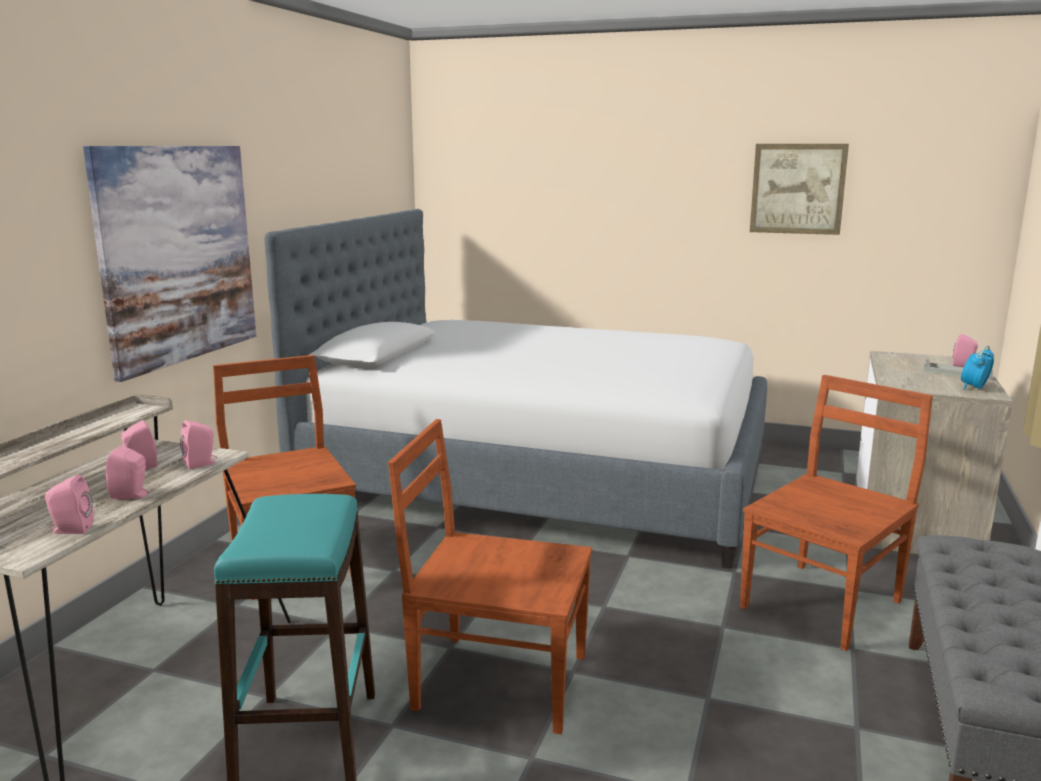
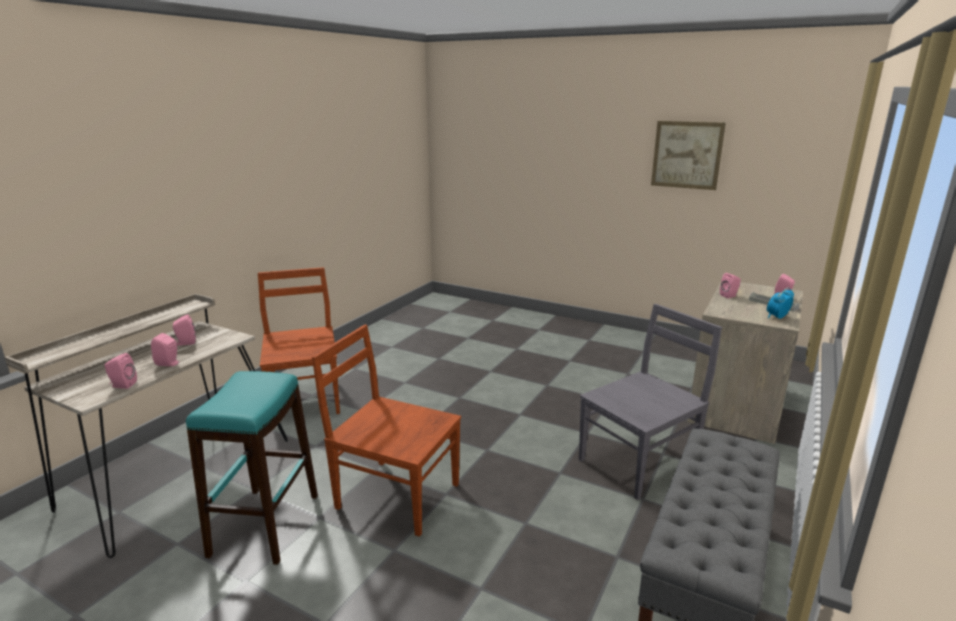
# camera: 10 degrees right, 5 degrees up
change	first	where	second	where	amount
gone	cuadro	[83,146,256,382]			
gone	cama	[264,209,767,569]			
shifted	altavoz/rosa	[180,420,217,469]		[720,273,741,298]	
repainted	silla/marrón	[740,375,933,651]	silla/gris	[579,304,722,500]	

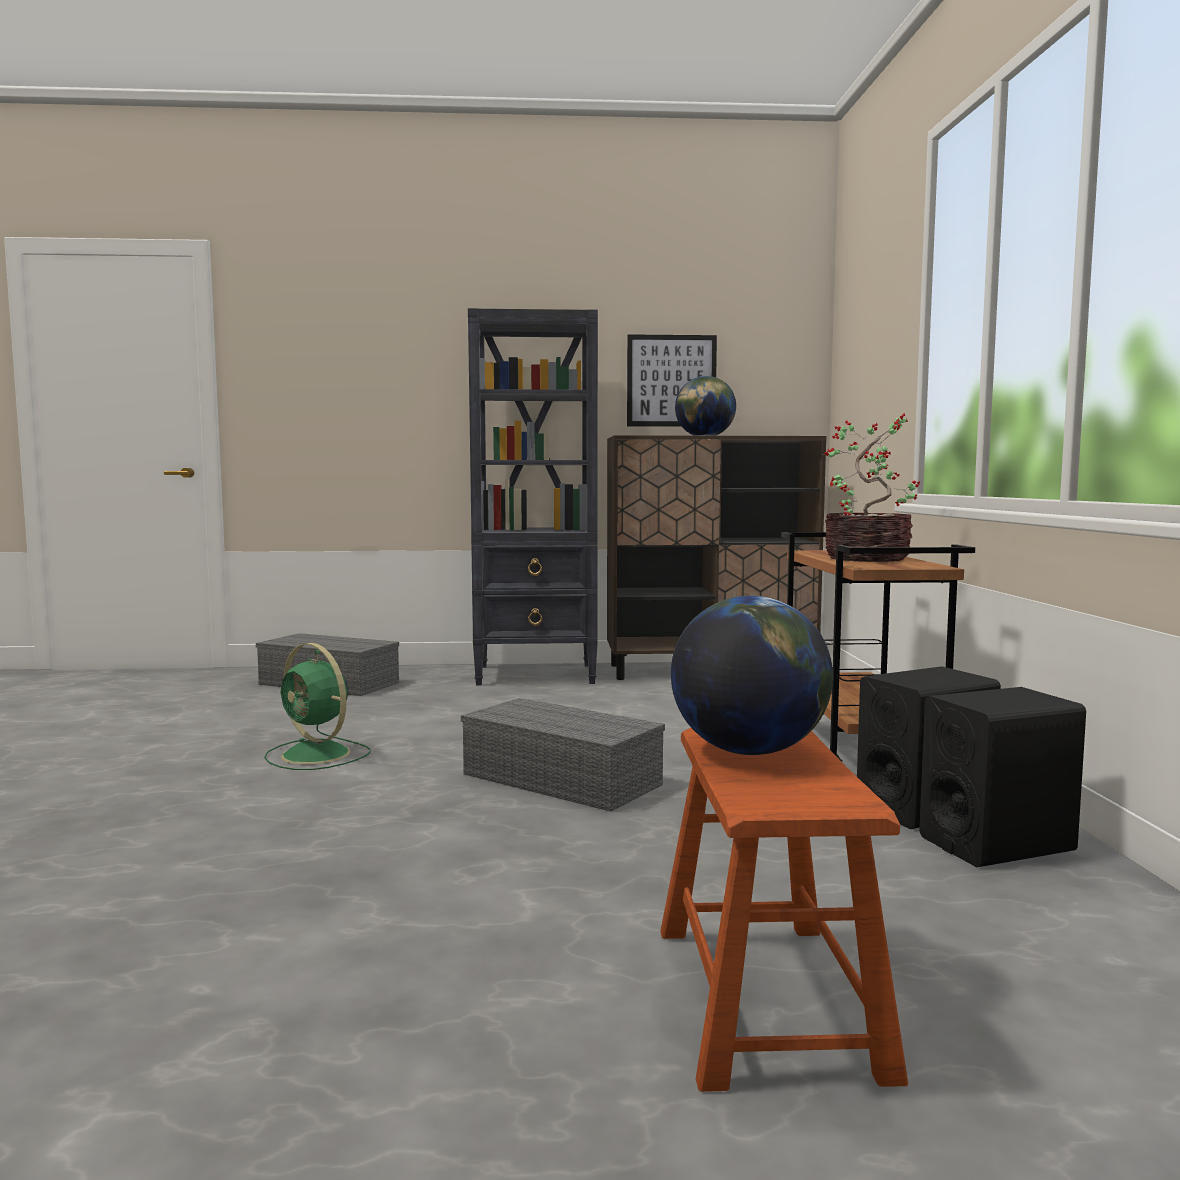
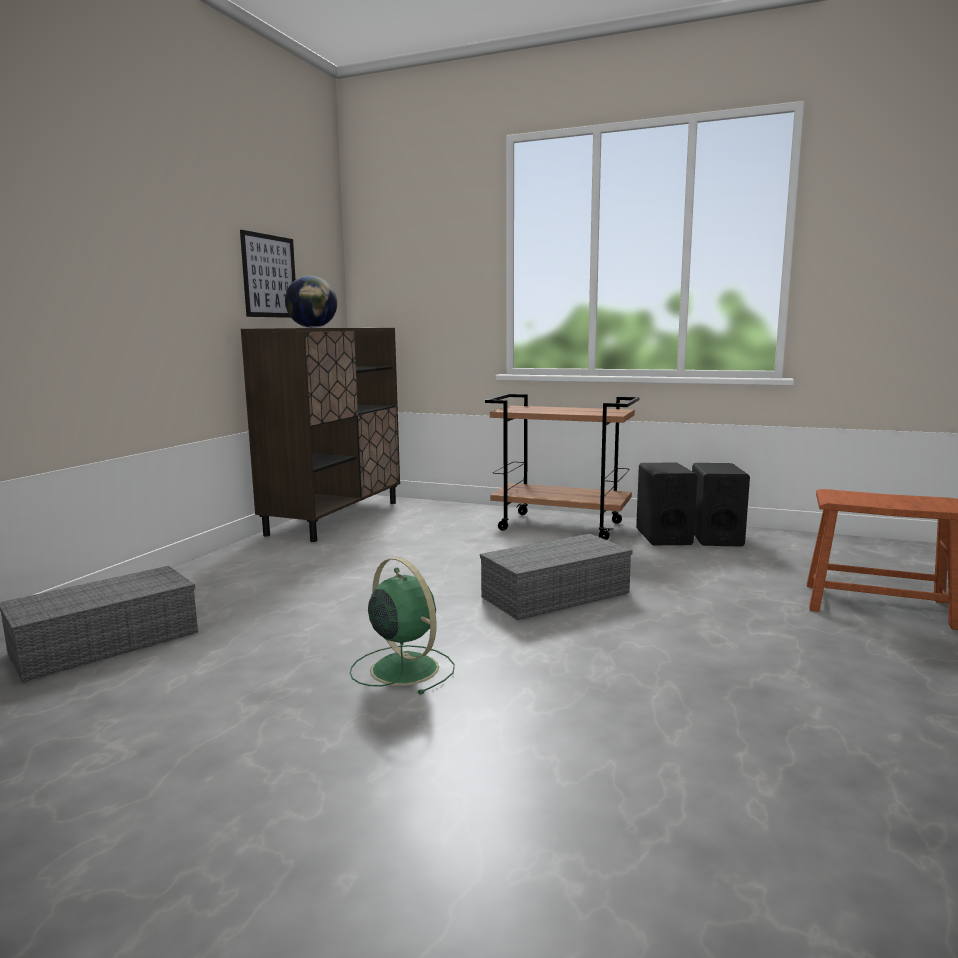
# camera: 65 degrees left, 5 degrees up
change	first	where	second	where	amount
gone	estantería/negro	[468,308,598,686]			
gone	globo terráqueo	[671,596,833,755]			
gone	planta en maceta	[825,413,920,562]			
rotated	ventilador/verde	[264,643,371,770]		[350,557,455,695]	105 degrees counterclockwise

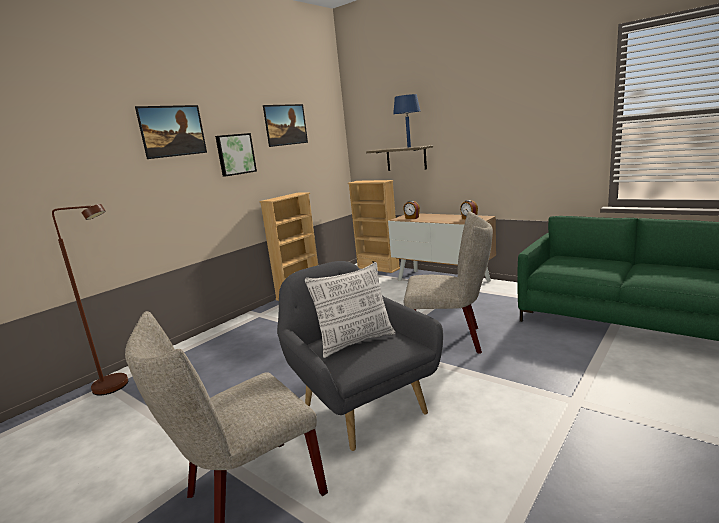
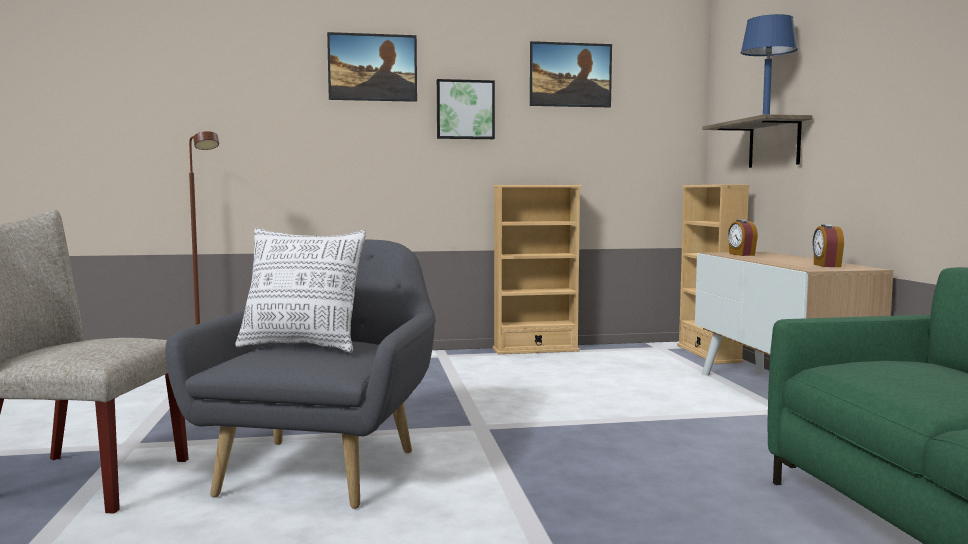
# camera: 40 degrees right, 10 degrees down
change	first	where	second	where	amount
gone	silla/beis	[404,211,493,354]			

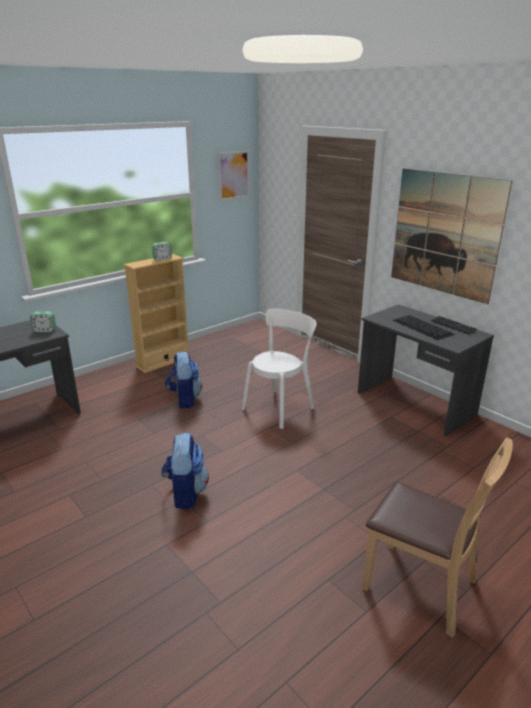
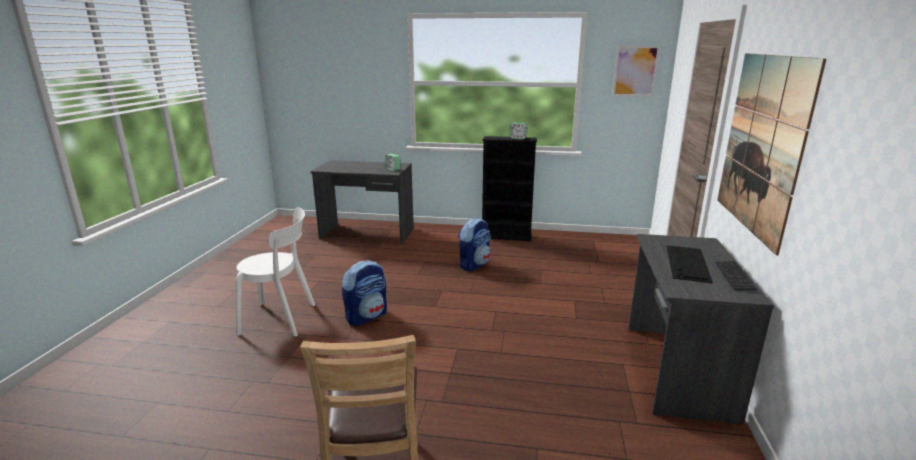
# camera: 50 degrees right, 5 degrees down
change	first	where	second	where	amount
shifted	silla/blanco	[242,309,317,429]		[236,207,315,336]	
repainted	estantería/beis	[124,254,189,373]	estantería/negro	[482,136,537,241]	

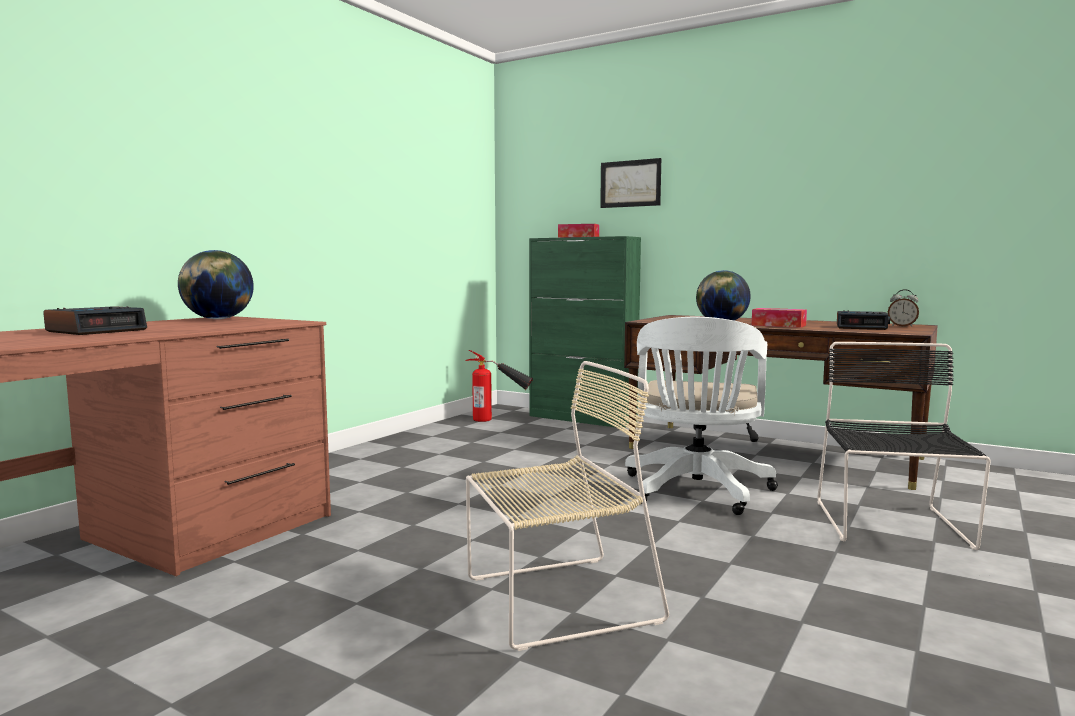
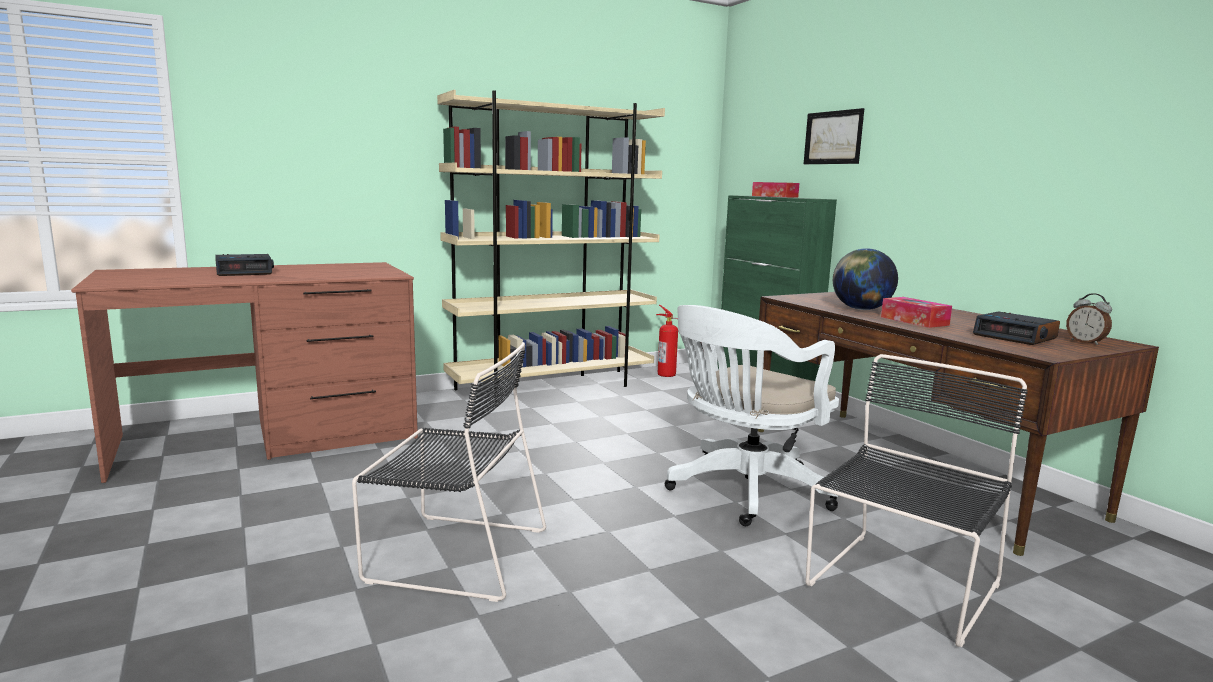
# camera: 30 degrees right, 5 degrees up
change	first	where	second	where	amount
gone	globo terráqueo	[178,250,254,319]			
new			estantería/beis	[437,90,665,403]	
repainted	silla/beis	[466,361,669,651]	silla/negro	[352,342,546,602]	

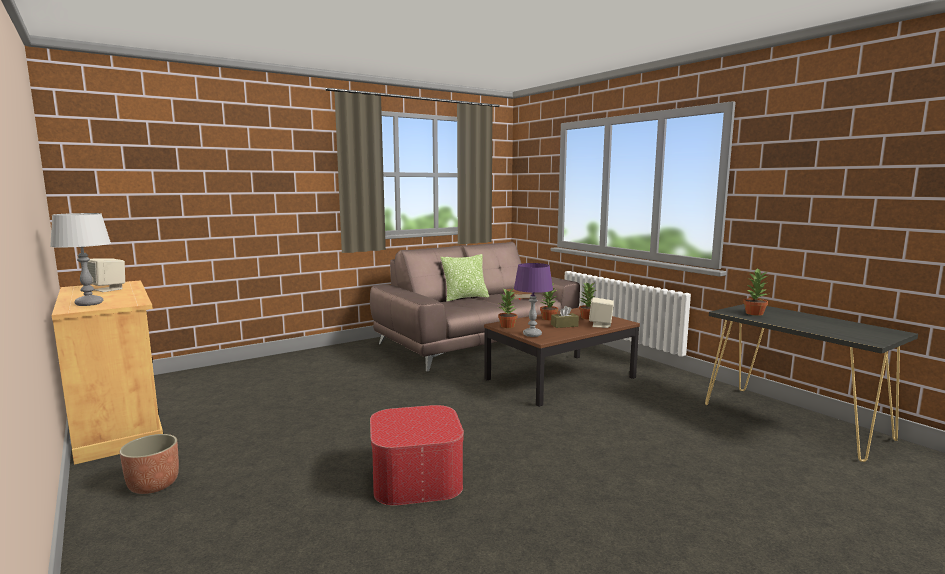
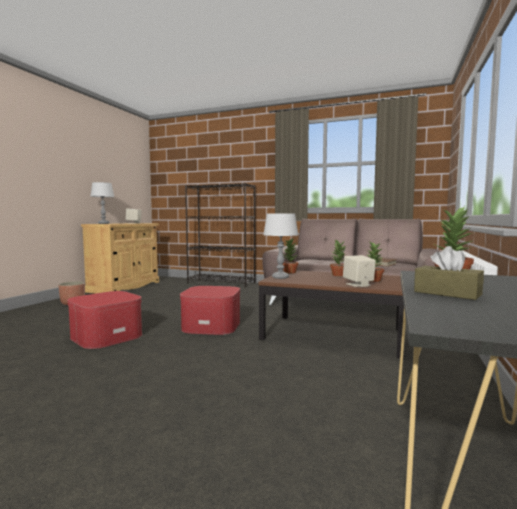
# camera: 55 degrees right, 5 degrees down
change	first	where	second	where	amount
gone	cojín	[440,254,489,302]			
new			puf	[180,286,240,335]	
new			estantería/negro	[185,183,255,288]	
shifted	caja de pañuelos/marrón	[551,306,579,328]		[414,246,484,300]	
repainted	lámpara de mesa/morado	[514,263,553,337]	lámpara de mesa/gris	[263,213,298,279]	

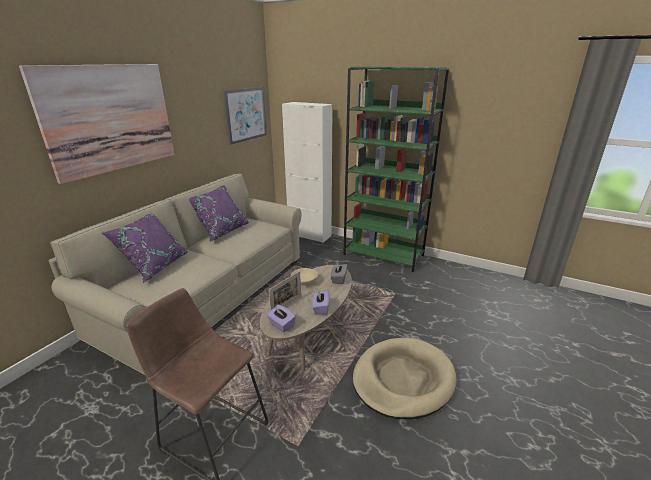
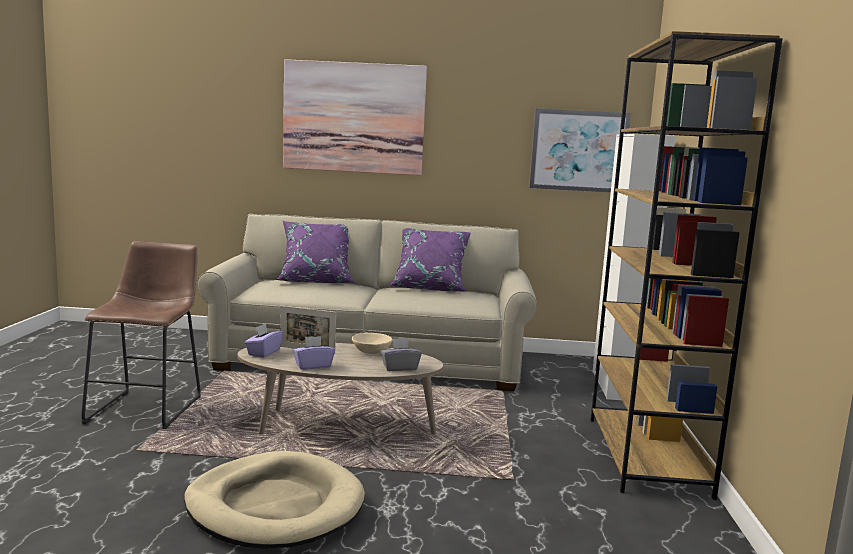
# camera: 65 degrees right, 15 degrees down
change	first	where	second	where	amount
repainted	estantería/verde	[343,66,449,272]	estantería/marrón	[591,31,783,500]	

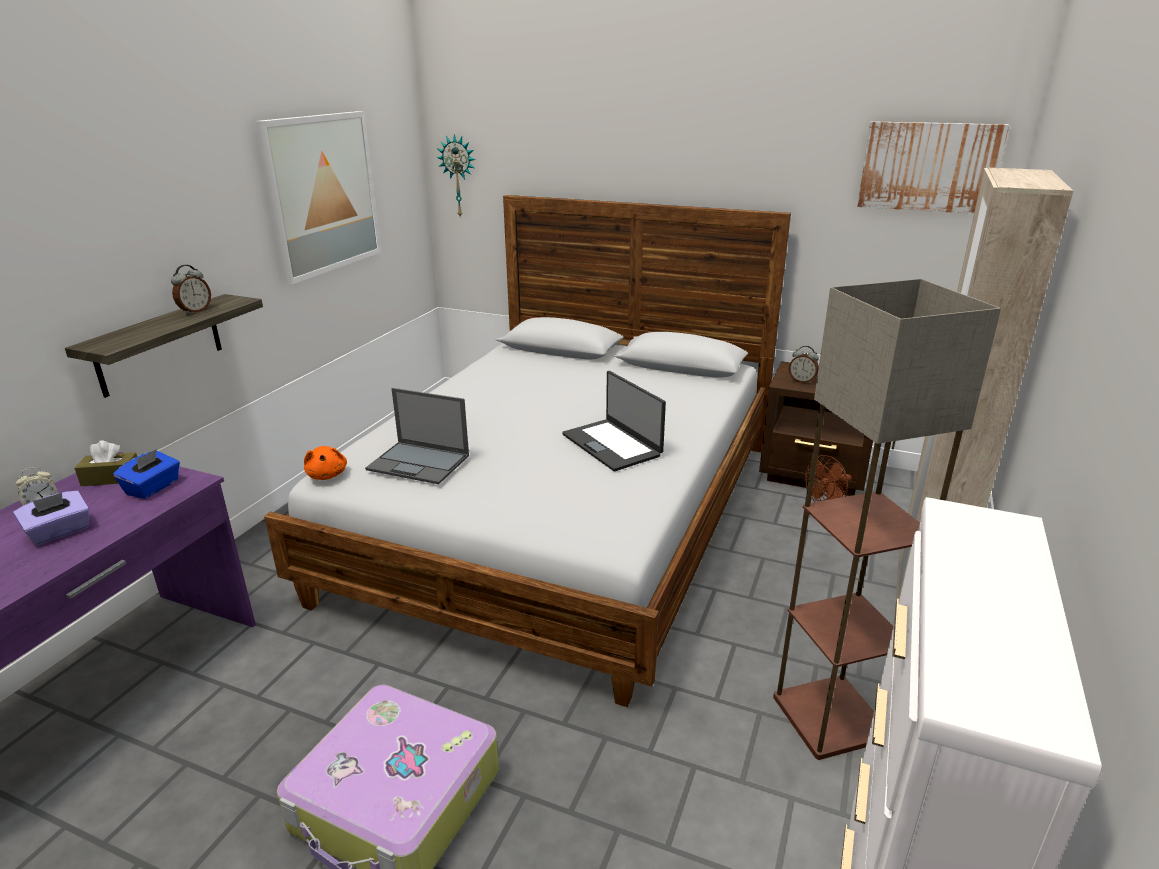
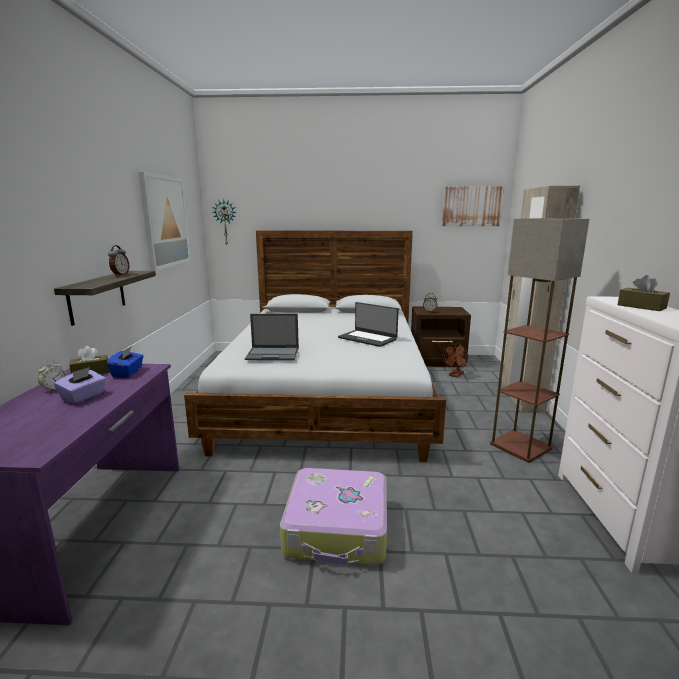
# camera: 20 degrees left, 10 degrees down
change	first	where	second	where	amount
gone	peluche/naranja	[304,446,347,480]			
new			caja de pañuelos/marrón	[618,275,670,311]	

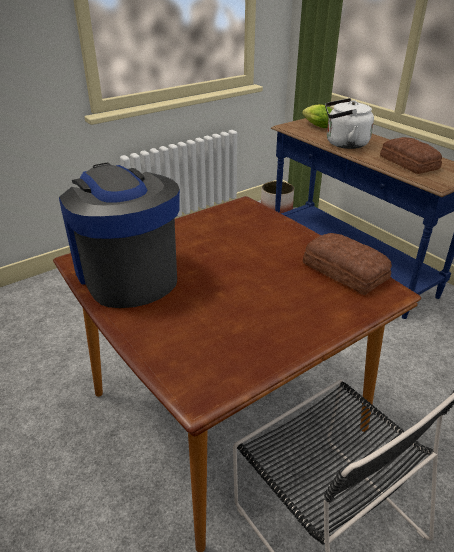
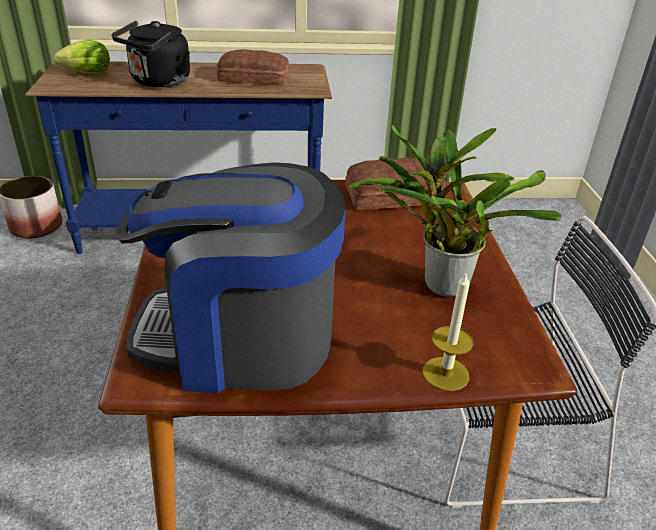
# camera: 60 degrees left, 0 degrees up
change	first	where	second	where	amount
new			planta en maceta	[349,125,562,297]	
new			vela	[423,271,474,391]	
repainted	hervidor/blanco	[325,98,374,149]	hervidor/negro	[111,21,190,87]	

